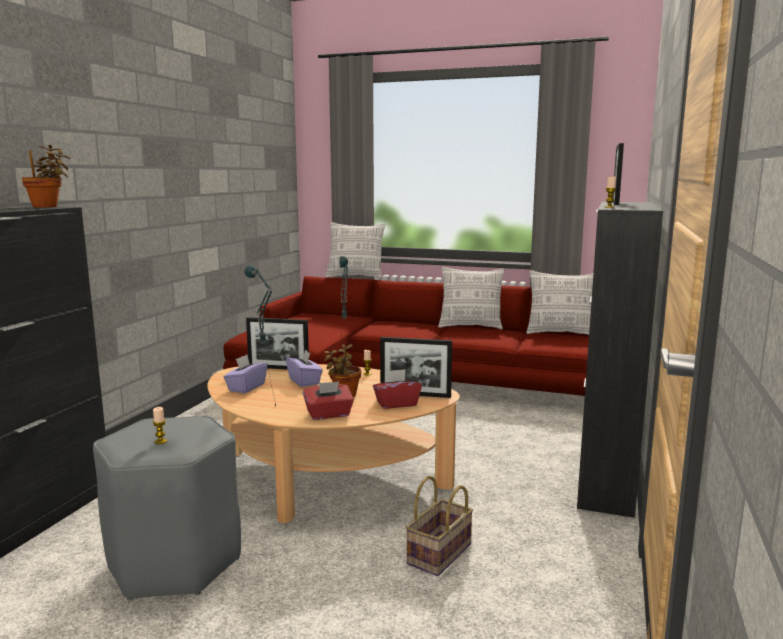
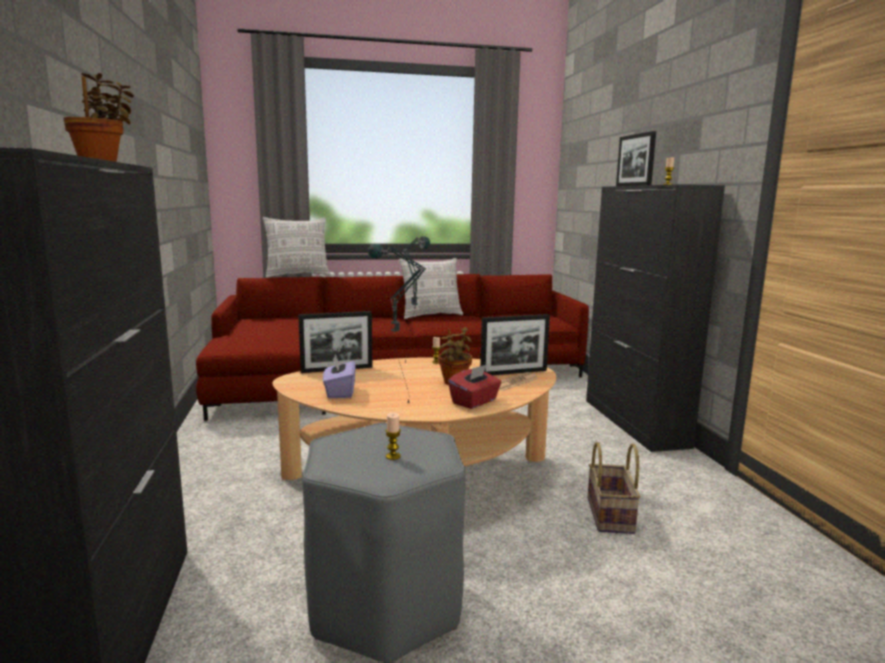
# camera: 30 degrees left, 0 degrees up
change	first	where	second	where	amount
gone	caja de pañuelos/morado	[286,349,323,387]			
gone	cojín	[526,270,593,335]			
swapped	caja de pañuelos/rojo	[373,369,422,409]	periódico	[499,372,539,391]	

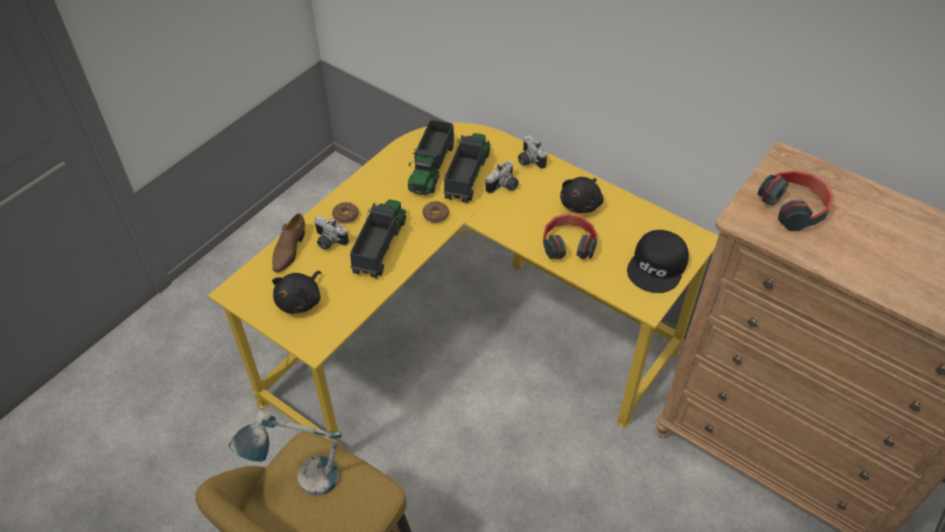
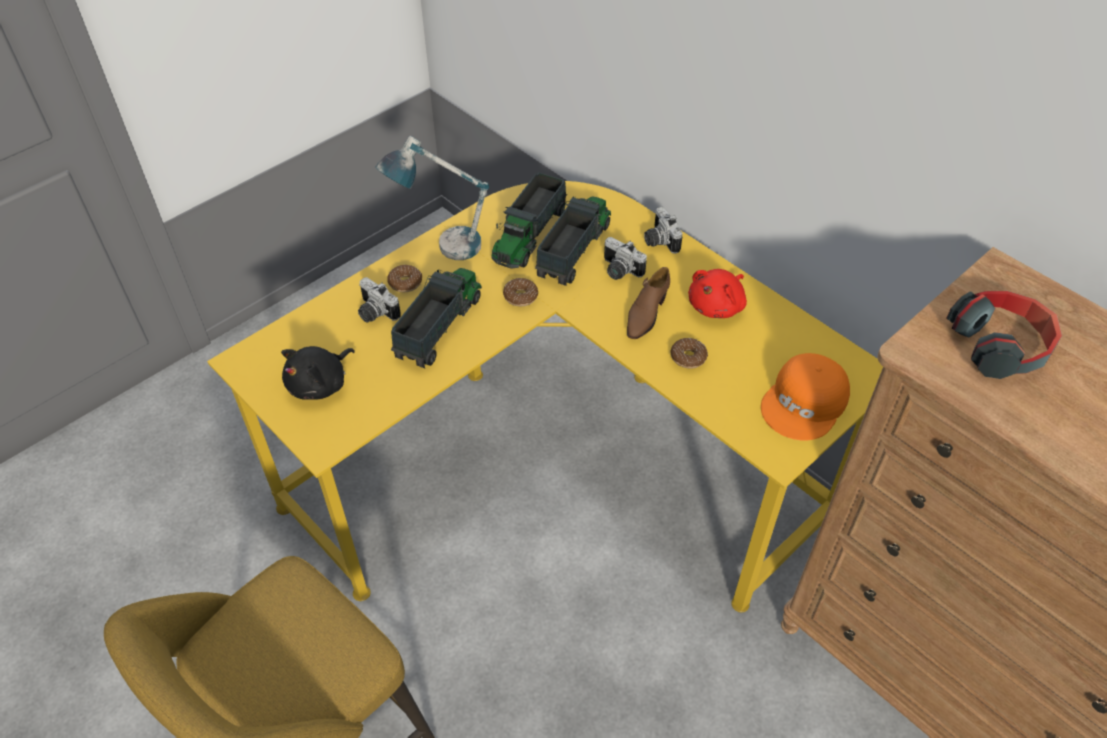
# camera: 10 degrees right, 0 degrees up
change	first	where	second	where	amount
shifted	lámpara de mesa	[229,410,341,496]		[375,136,489,260]	
shifted	zapato/marrón	[272,213,305,272]		[627,267,670,339]	
swapped	auriculares	[543,212,597,259]	rosquilla	[670,338,708,369]	
repainted	peluche/negro	[560,177,604,213]	peluche/rojo	[688,269,747,318]	
repainted	gorra/negro	[627,230,689,293]	gorra/naranja	[761,353,850,441]	
rotated	cámara	[485,161,519,194]		[604,237,647,280]	75 degrees clockwise

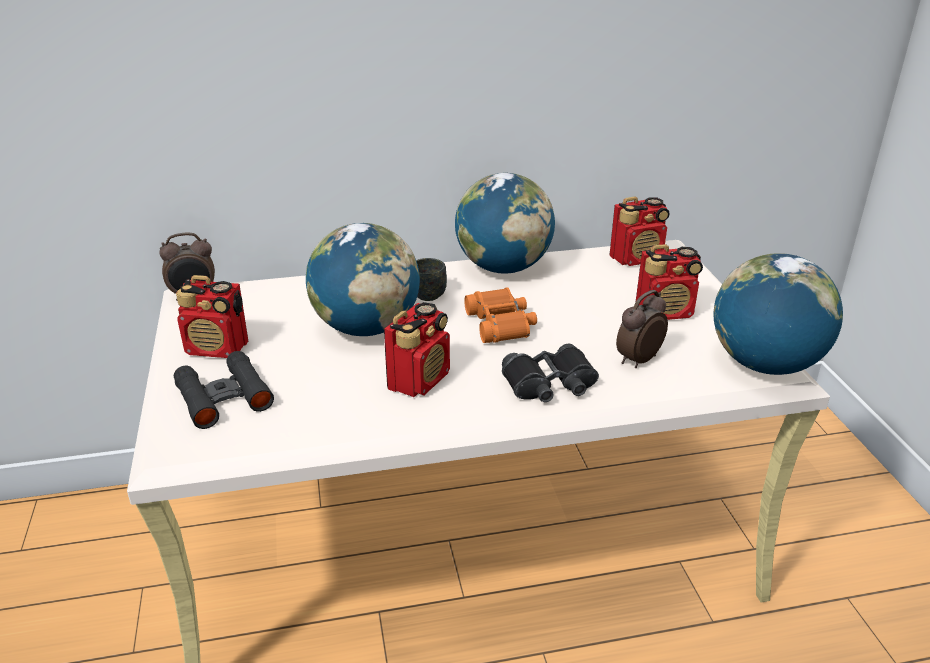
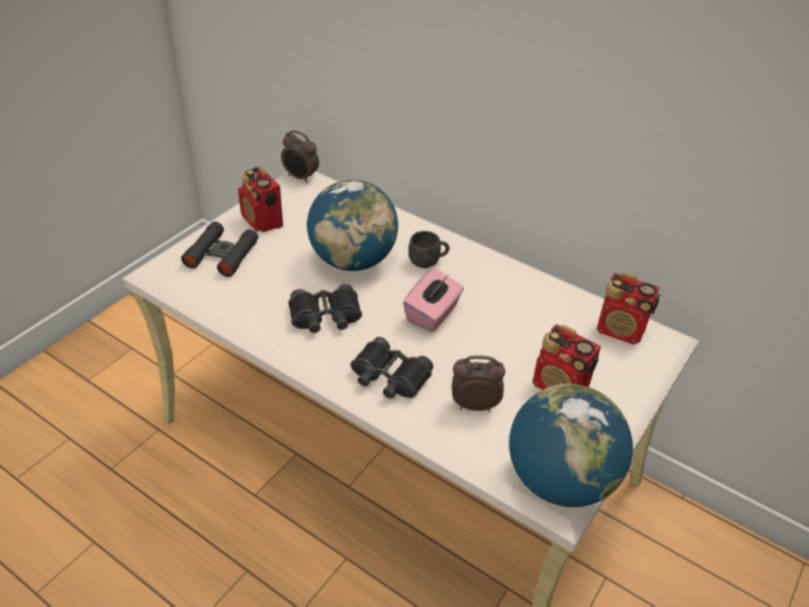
# camera: 45 degrees right, 10 degrees up
change	first	where	second	where	amount
gone	globo terráqueo	[455,173,555,274]			
swapped	radio	[384,302,450,397]	prismáticos/negro	[288,284,362,333]	
swapped	prismáticos/naranja	[464,287,537,343]	caja de pañuelos/rosa	[403,268,464,332]	

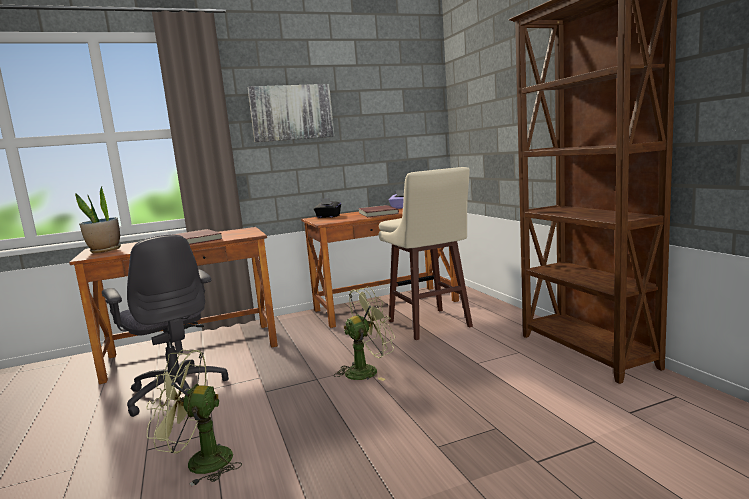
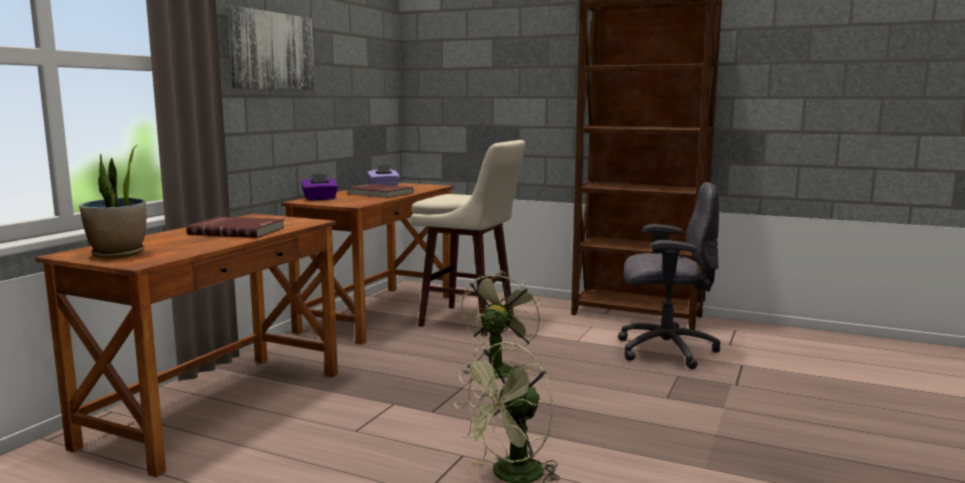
# camera: 45 degrees left, 0 degrees up
change	first	where	second	where	amount
shifted	silla de oficina/gris	[102,234,229,417]		[618,182,720,370]	
repainted	caja de pañuelos/negro	[314,198,341,218]	caja de pañuelos/morado	[301,173,338,200]	

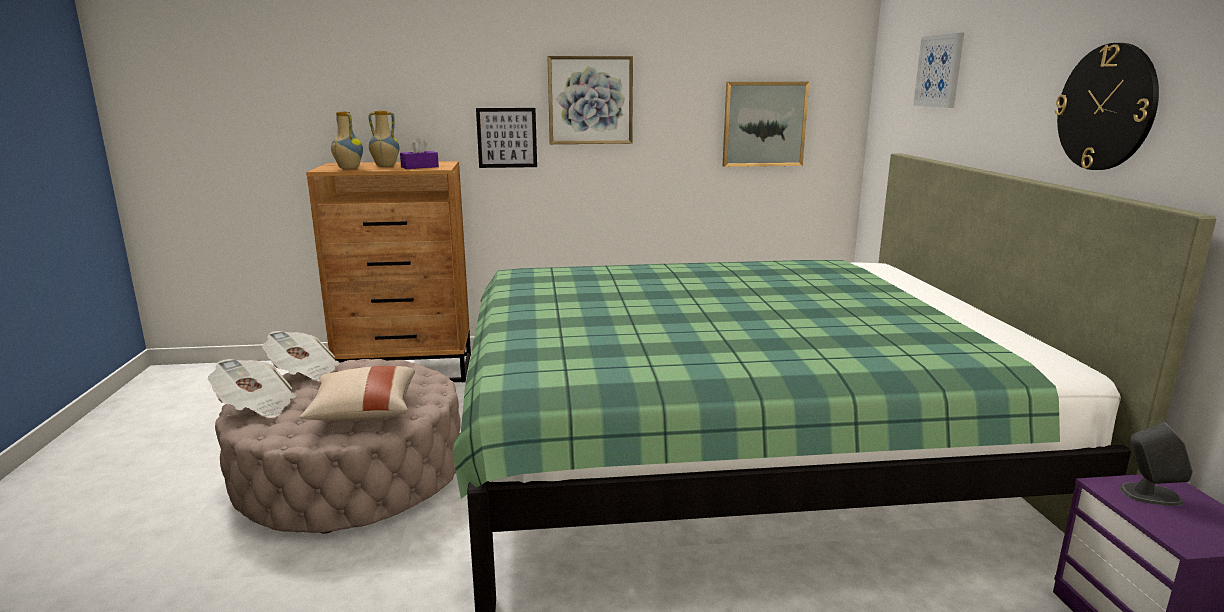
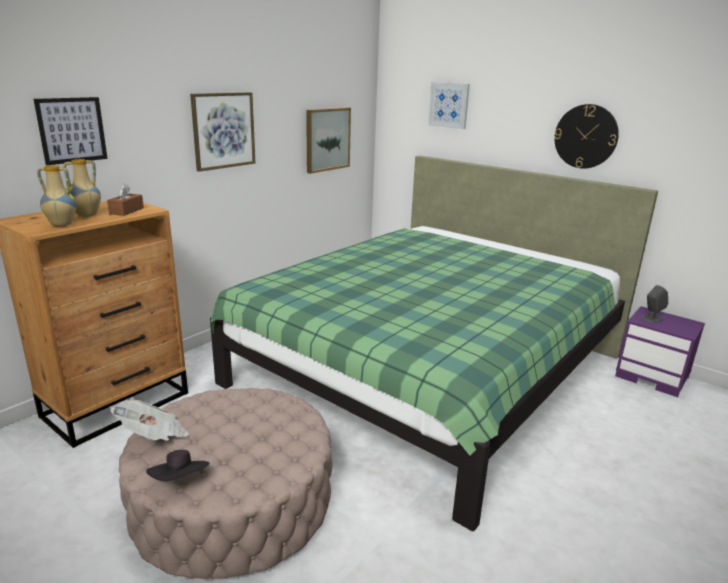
# camera: 45 degrees left, 5 degrees up
change	first	where	second	where	amount
gone	cojín/beis	[300,366,415,421]			
shifted	cuadro	[476,108,537,168]		[34,97,108,165]	
swapped	periódico	[208,359,297,418]	sombrero/negro	[146,450,209,482]	
repainted	caja de pañuelos/morado	[400,138,439,169]	caja de pañuelos/marrón	[107,184,144,216]	

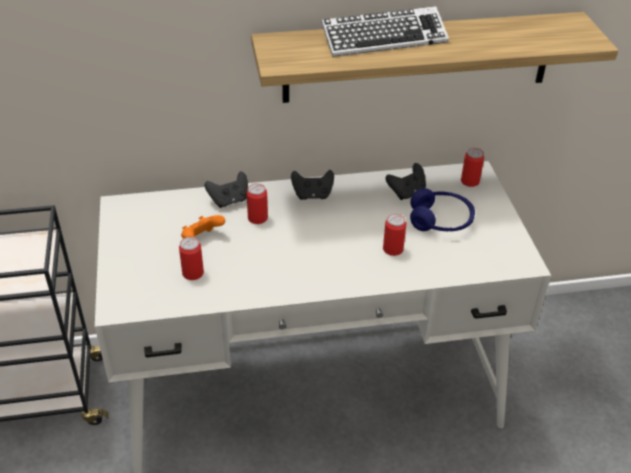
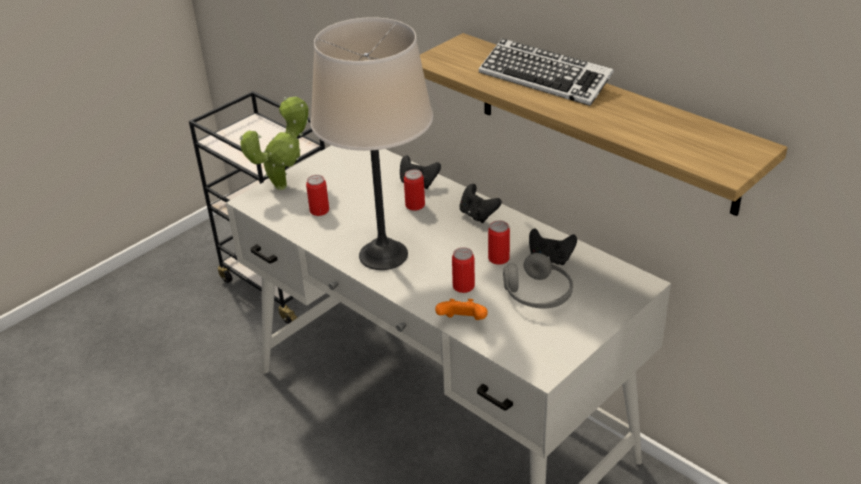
# camera: 55 degrees right, 5 degrees down
change	first	where	second	where	amount
new			planta en maceta	[240,96,308,190]	
new			lámpara de mesa/beis	[310,17,433,270]	
shifted	mando de consola/naranja	[181,215,225,239]		[435,299,488,320]	
shifted	lata	[461,148,484,187]		[488,220,510,265]	
repainted	auriculares/azul	[410,188,475,232]	auriculares/gris	[503,253,573,308]	

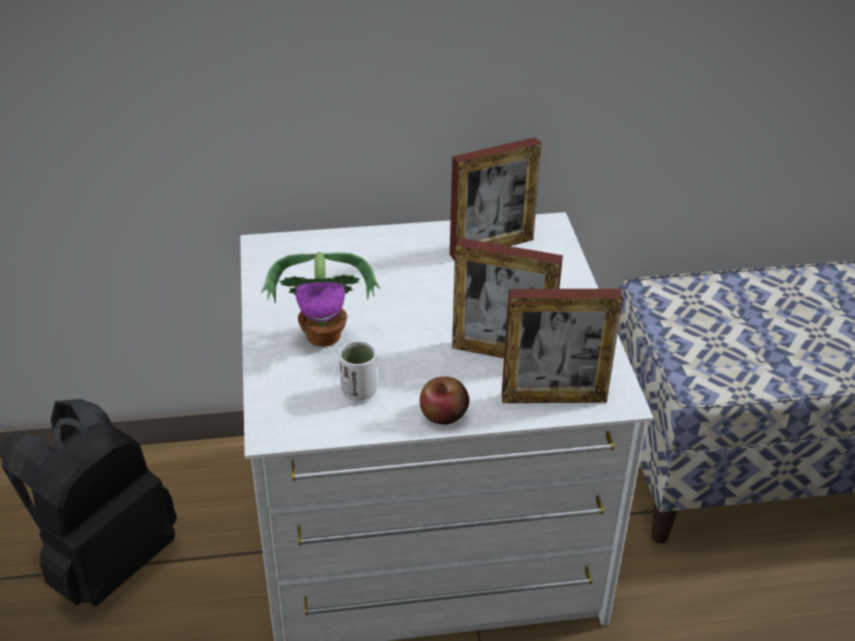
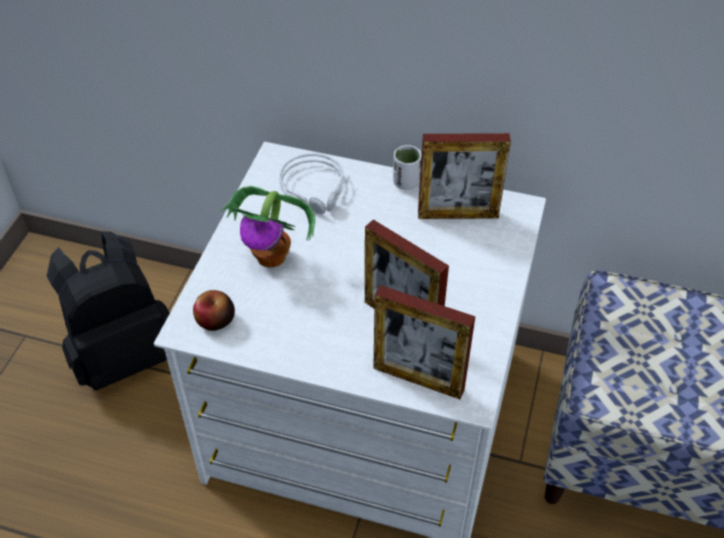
# camera: 25 degrees right, 10 degrees up
change	first	where	second	where	amount
new			auriculares/gris	[279,153,350,214]	
shifted	taza/blanco	[339,341,377,401]		[393,145,421,190]	
shifted	manzana	[420,376,469,425]		[193,290,235,331]	

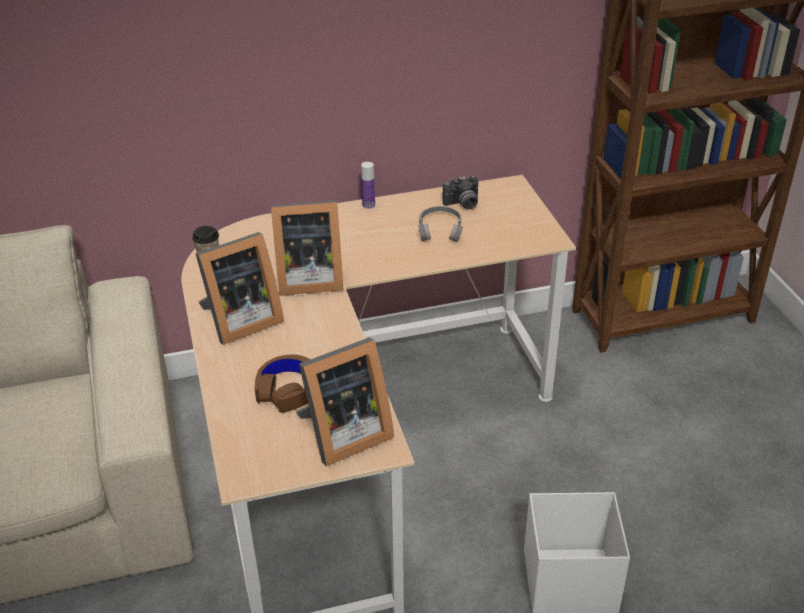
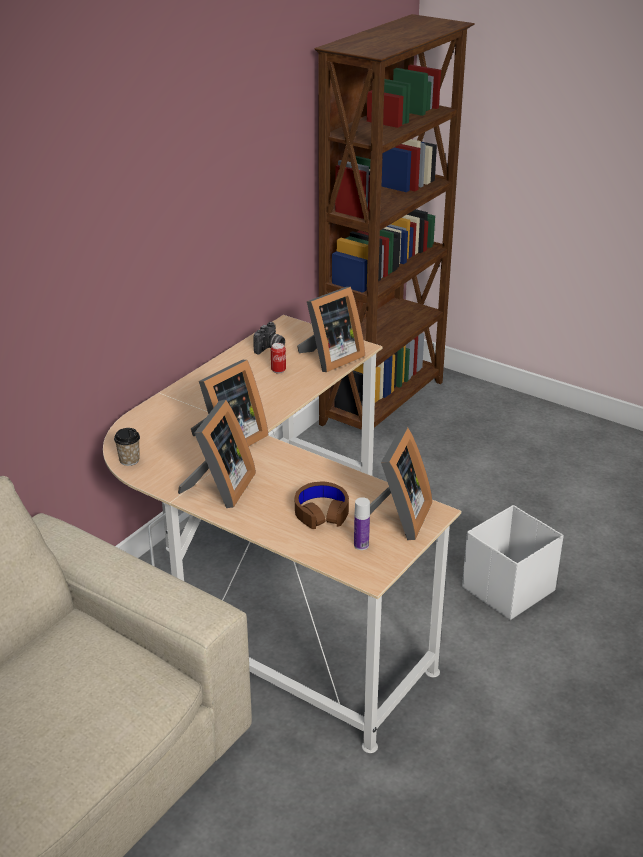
# camera: 40 degrees left, 5 degrees down
change	first	where	second	where	amount
new			portarretratos	[297,287,365,372]	
shifted	botella	[361,162,375,209]		[354,497,370,550]	
swapped	auriculares/gris	[419,206,463,242]	lata	[271,343,286,374]	

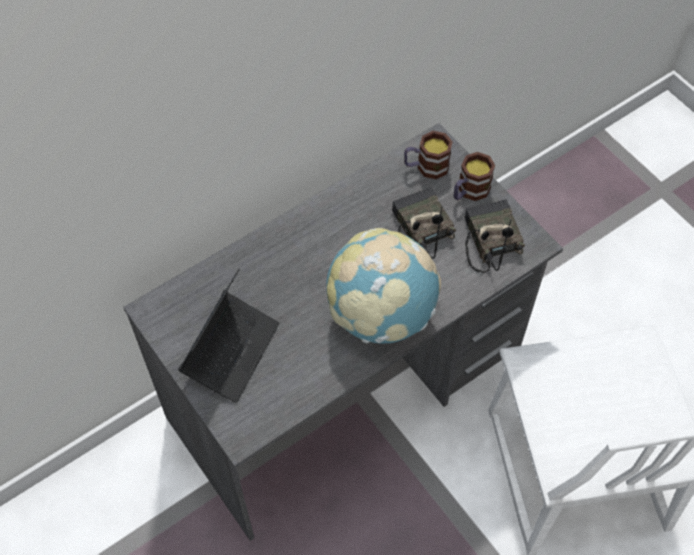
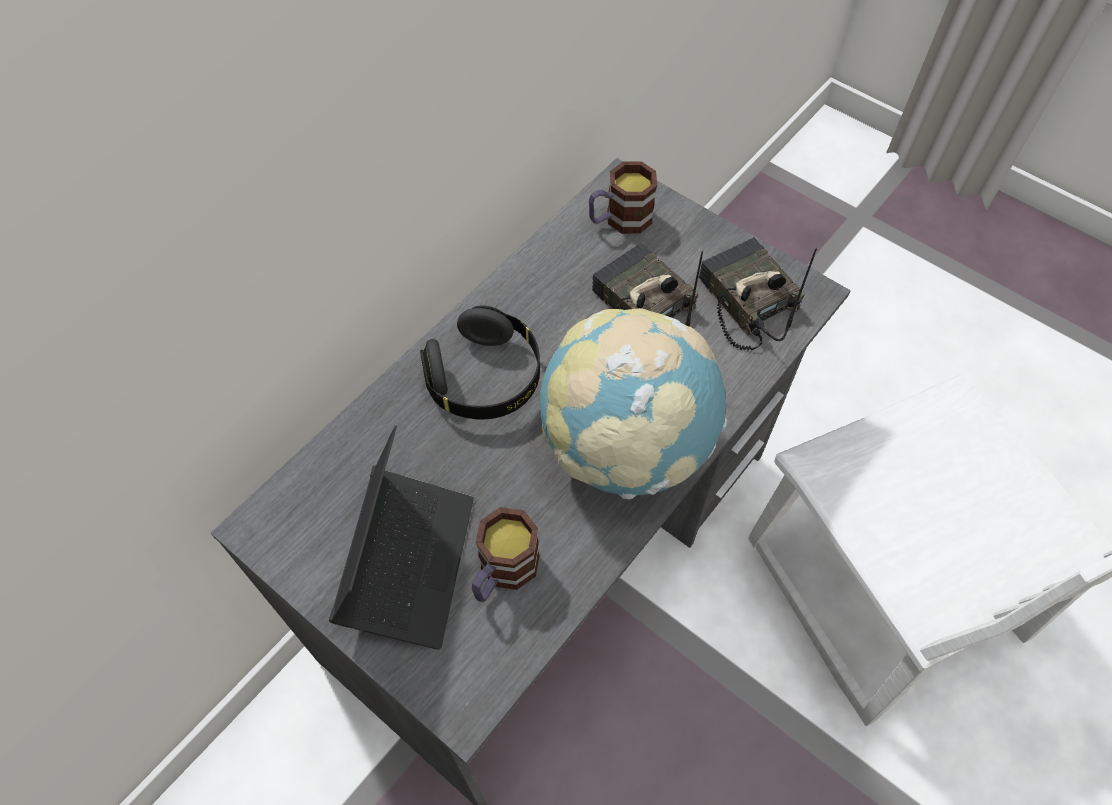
# camera: 15 degrees left, 0 degrees up
change	first	where	second	where	amount
new			auriculares/negro	[420,305,540,420]	
shifted	taza grande	[454,152,495,201]		[472,507,539,602]	

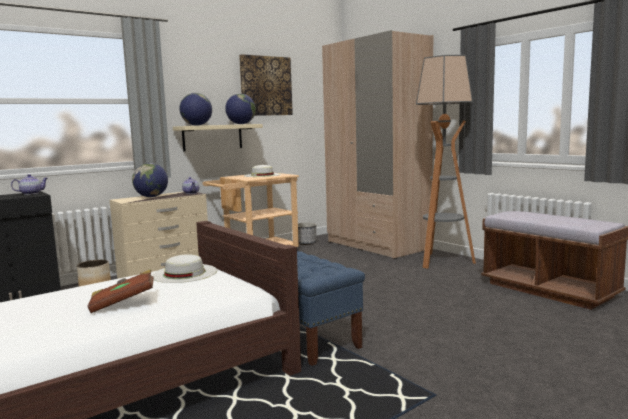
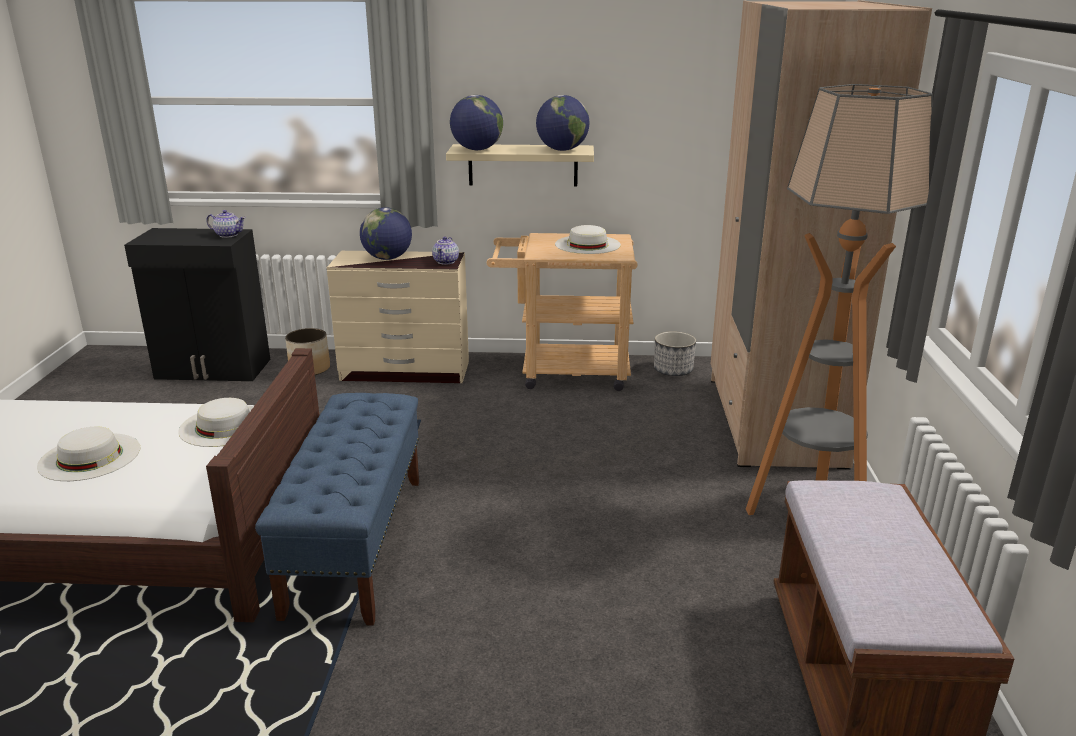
# camera: 40 degrees right, 15 degrees up
change	first	where	second	where	amount
gone	cuadro	[239,54,293,116]			
swapped	libro/marrón	[88,269,154,313]	sombrero/blanco	[37,427,140,481]	

